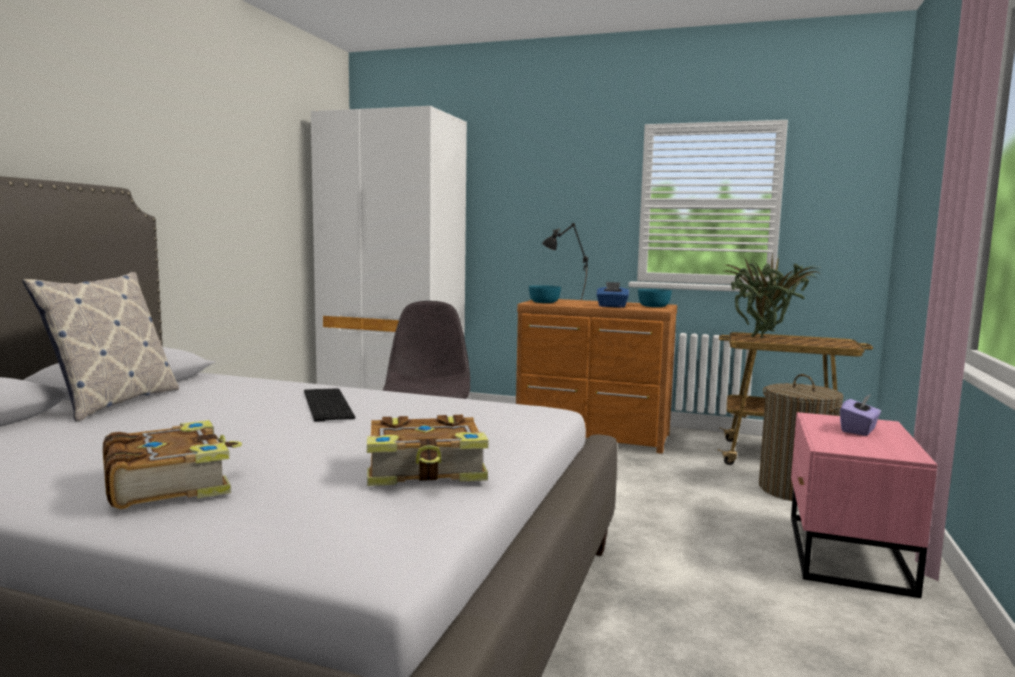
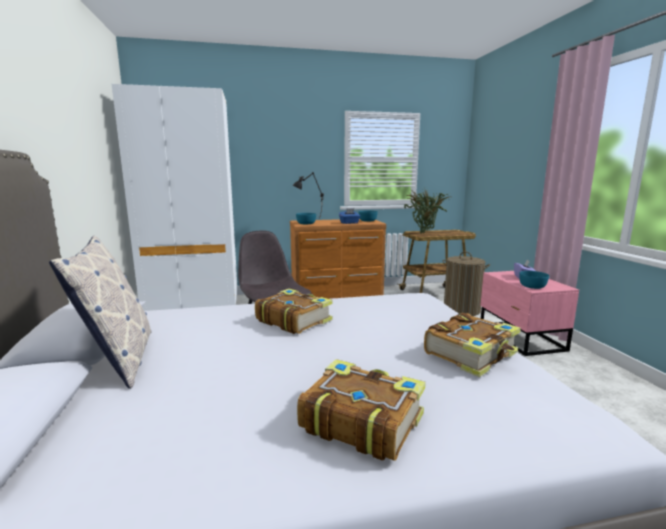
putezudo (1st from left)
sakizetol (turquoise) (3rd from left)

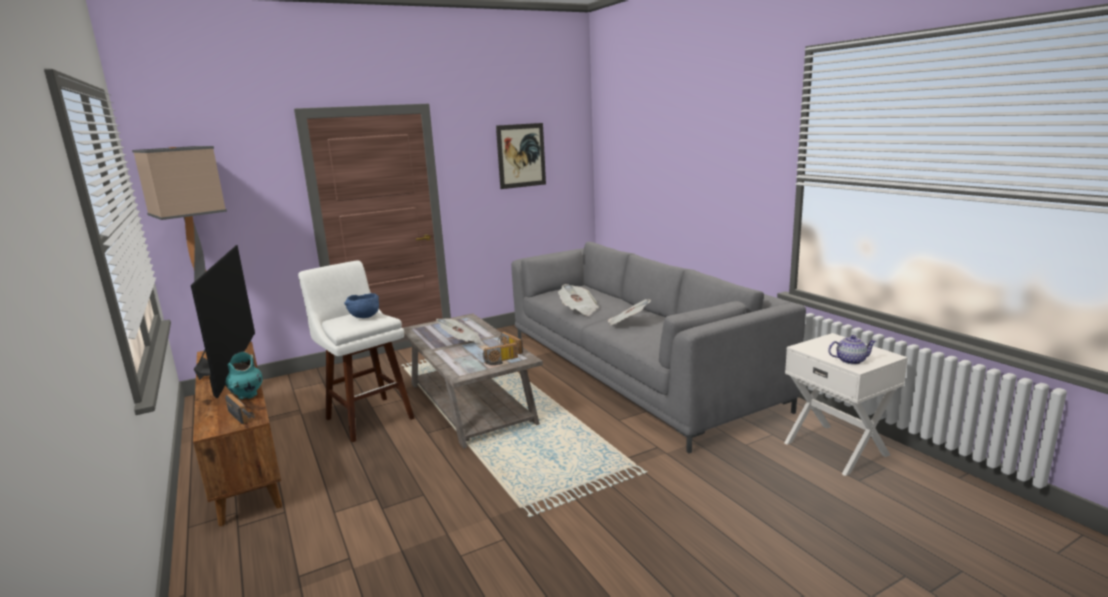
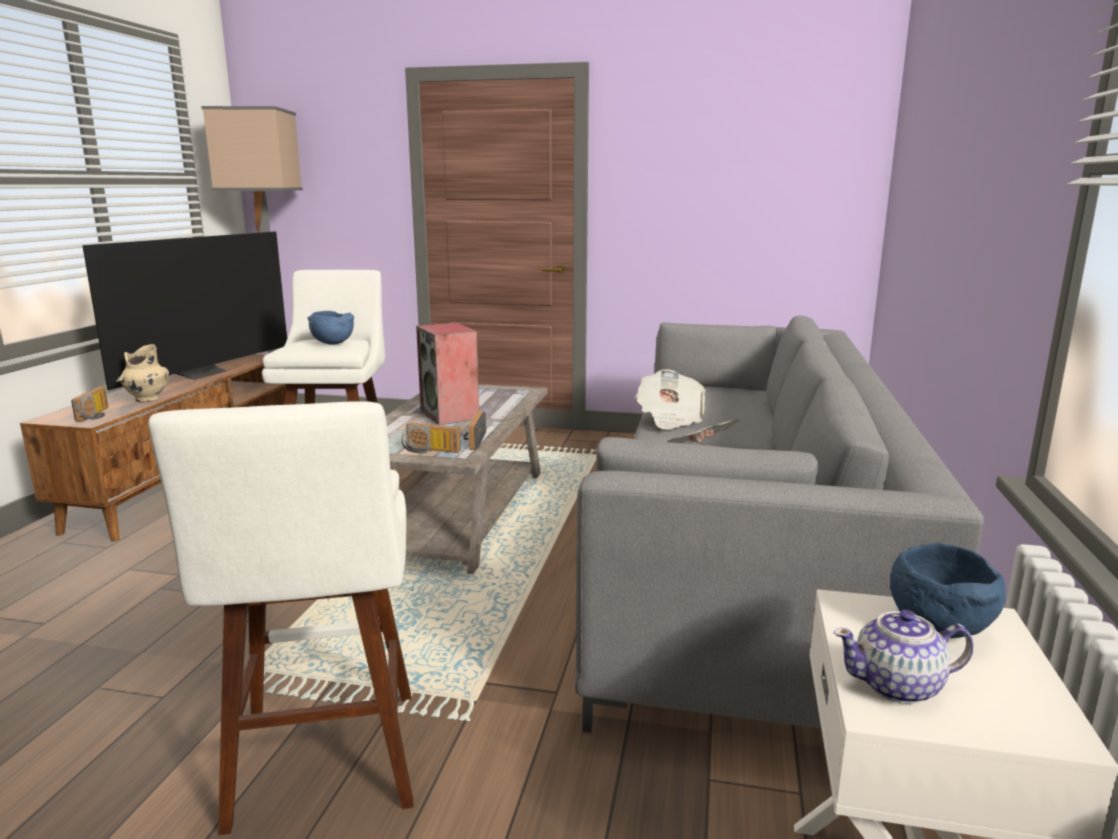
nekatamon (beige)
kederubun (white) (1st from left)
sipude
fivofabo
sakizetol (blue) (2nd from left)
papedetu

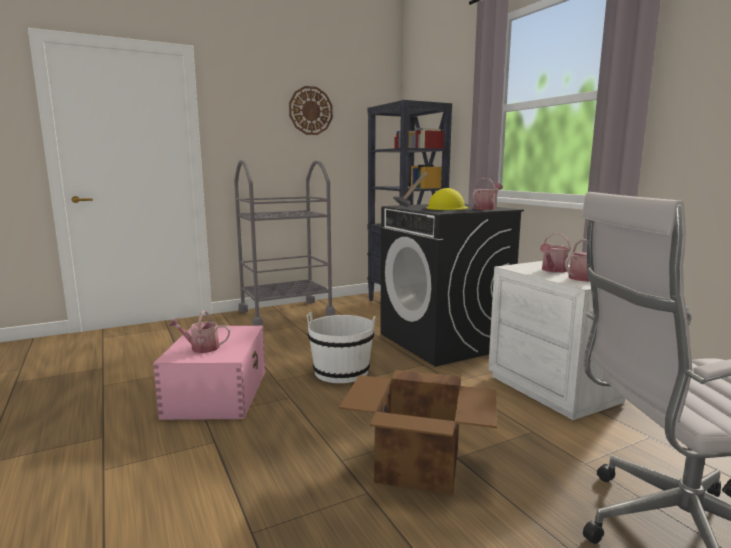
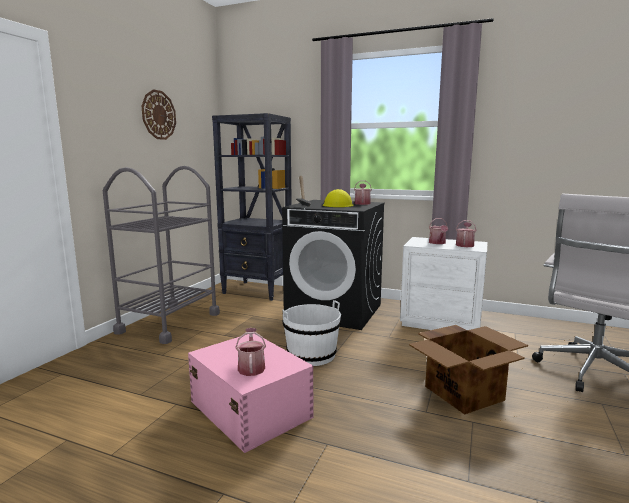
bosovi (1st from left)

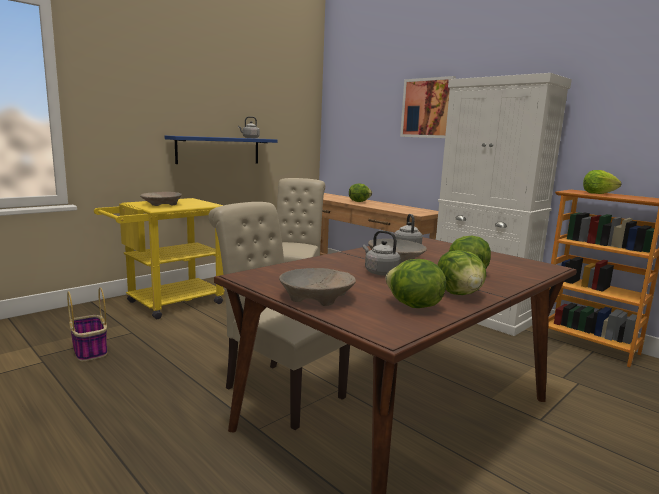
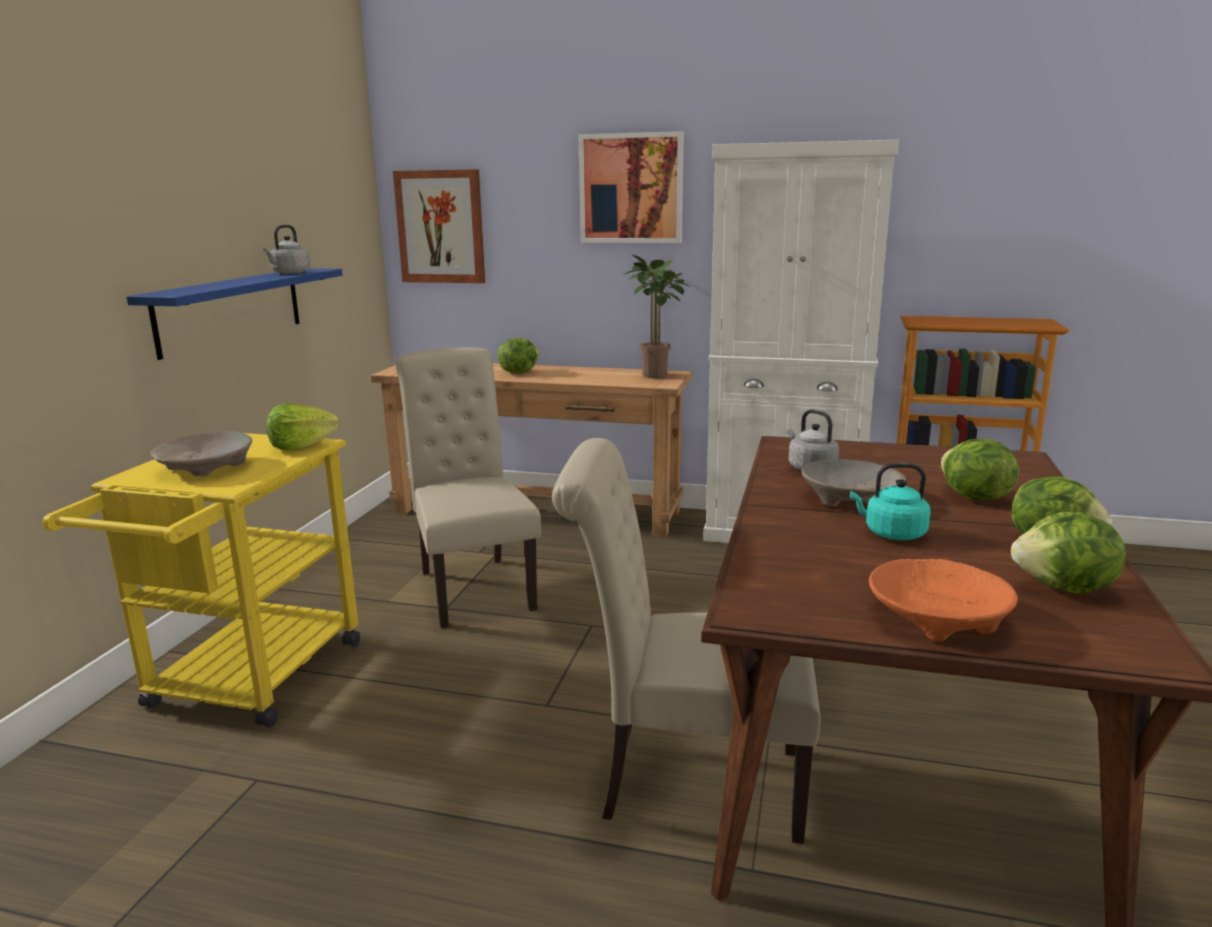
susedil (1st from left)
papedetu (1st from left)
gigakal
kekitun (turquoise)
sakizetol (orange)
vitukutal

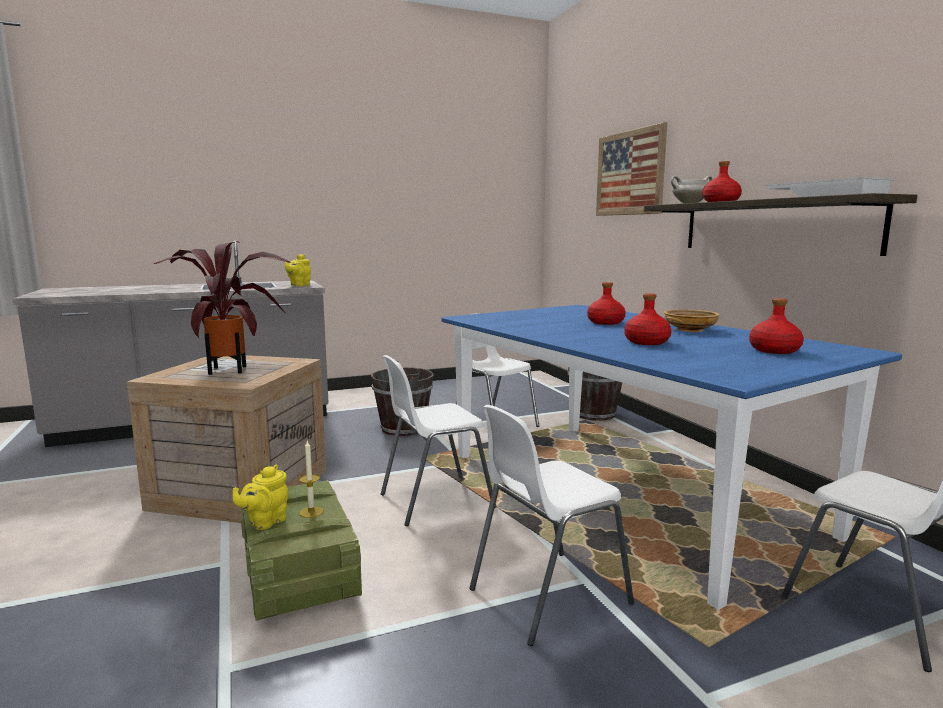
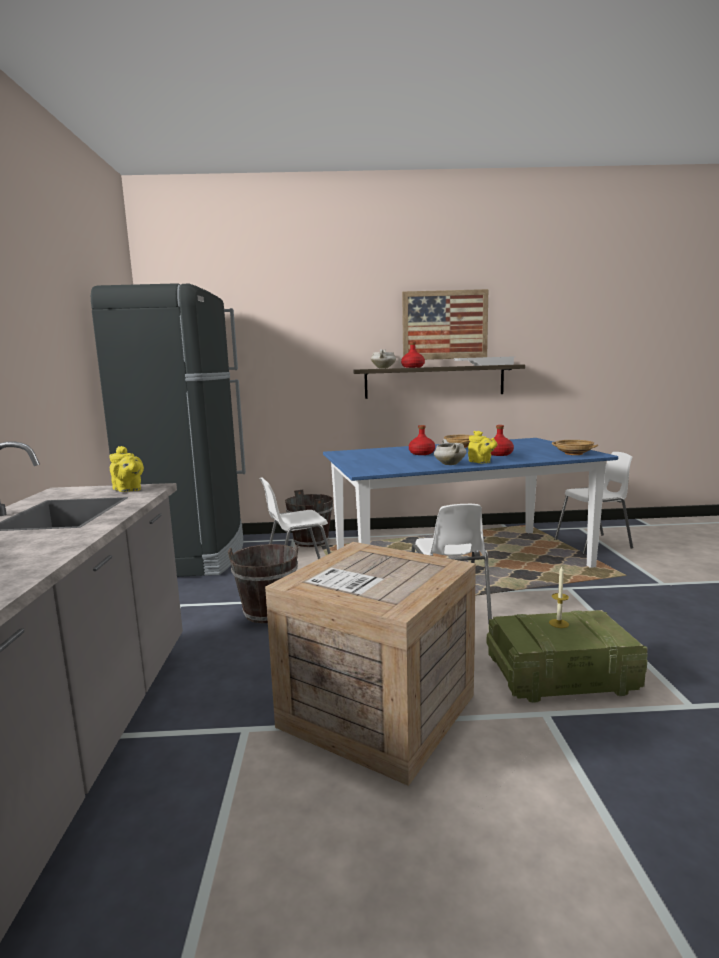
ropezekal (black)
papedetu
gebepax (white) (2nd from left)
fivofabo (yellow) (2nd from left)
sakizetol (beige) (2nd from left)
gigakal
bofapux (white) (3rd from left in the first image)
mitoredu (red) (4th from left in the first image)

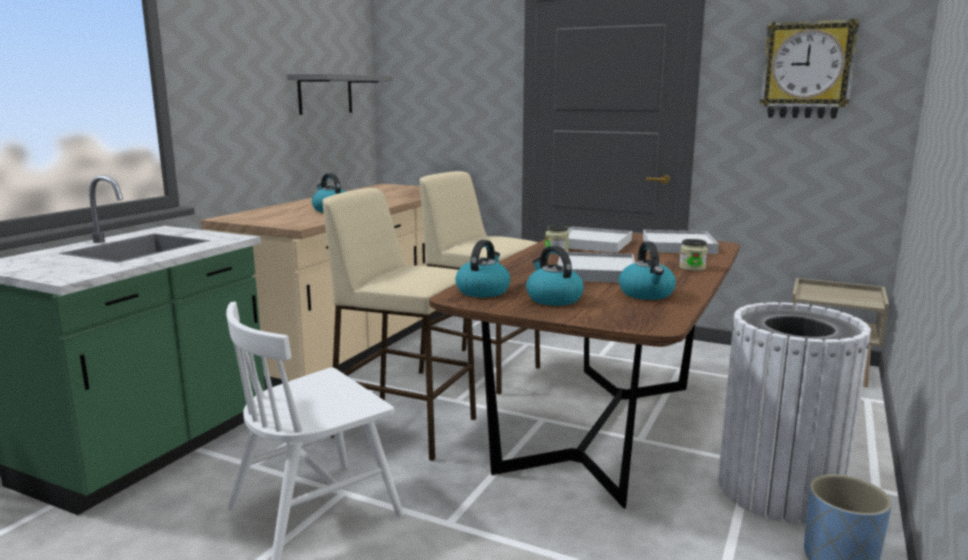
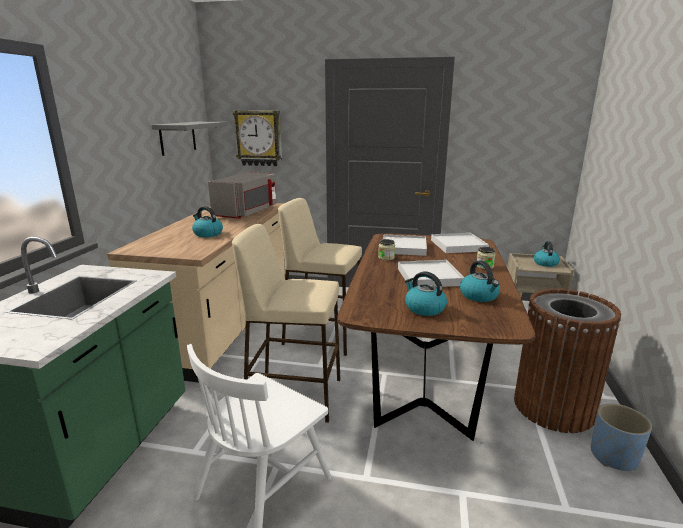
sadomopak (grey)
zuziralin
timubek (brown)
kekitun (4th from left)

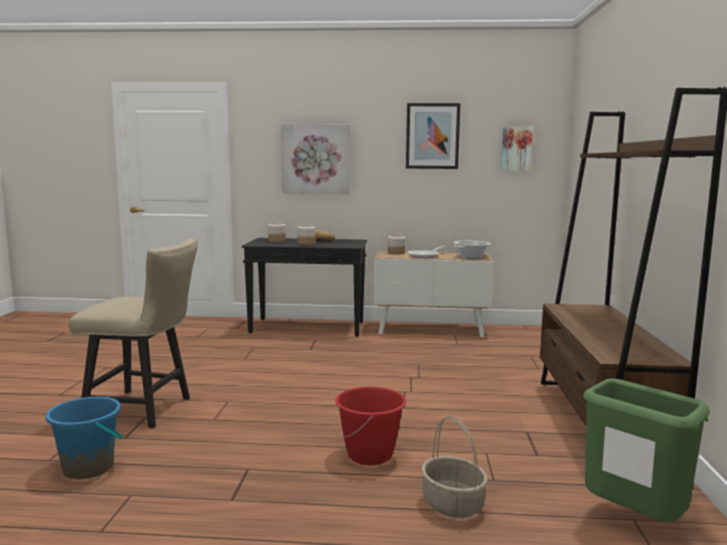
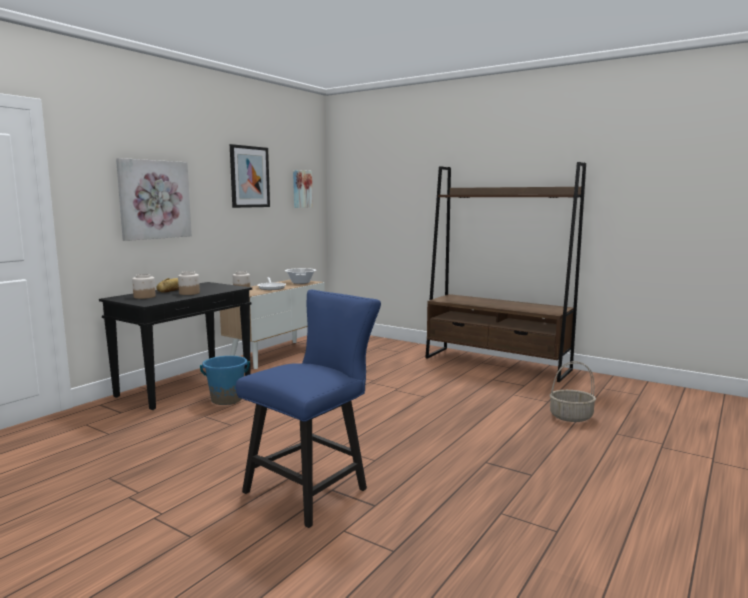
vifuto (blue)
bofapux (blue)
vifuto (red)
timubek (green)

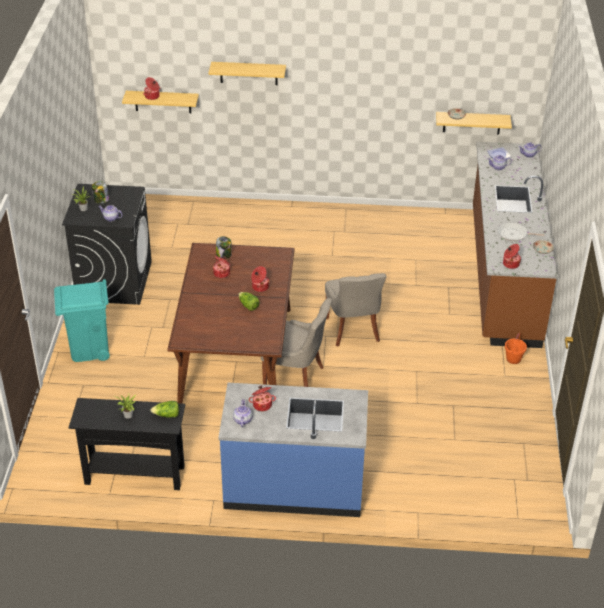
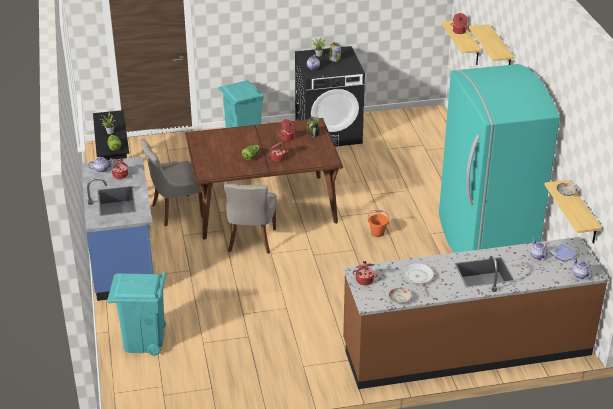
timubek (turquoise) (1st from left)
bofapux (grey) (1st from left)
vifuto (orange)
ropezekal (turquoise)

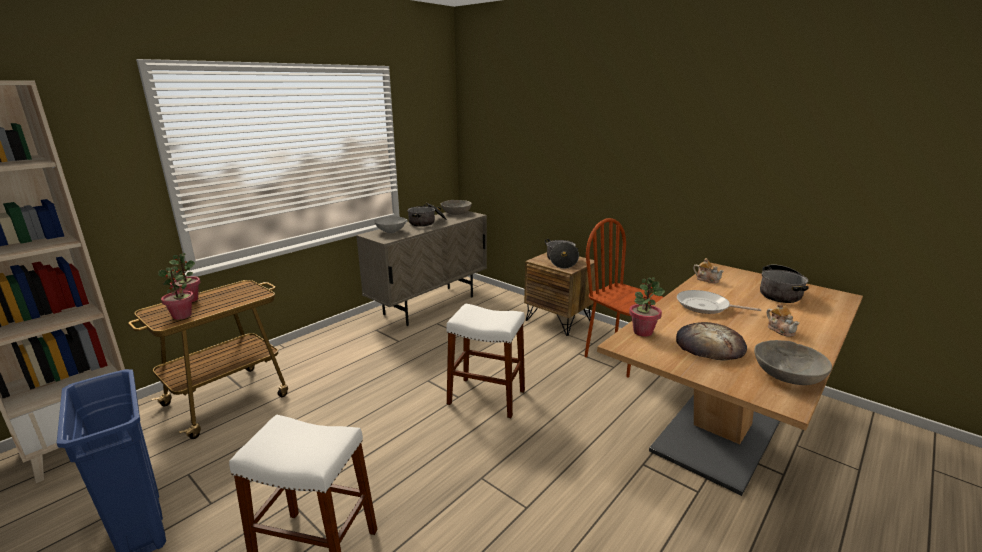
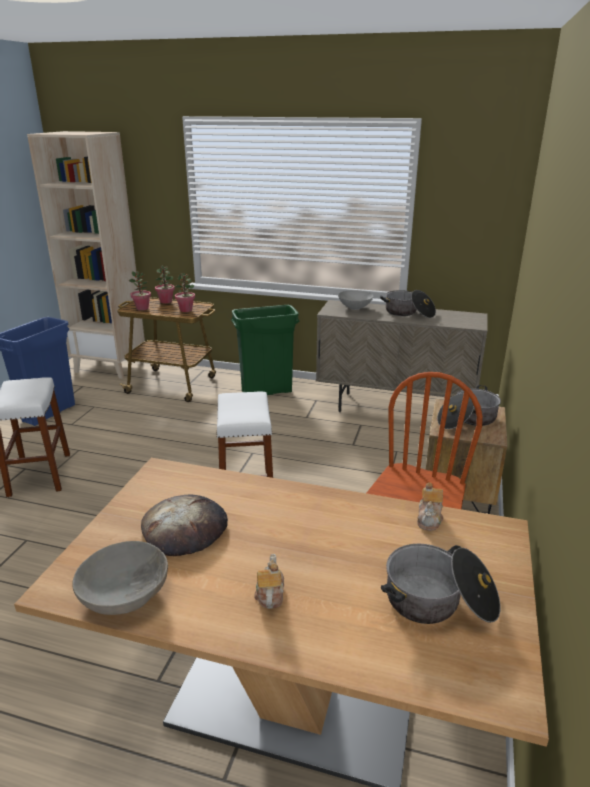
gigakal (3rd from left)
timubek (green)
fivofabo (1st from left)
sakizetol (grey) (2nd from left in the first image)
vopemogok

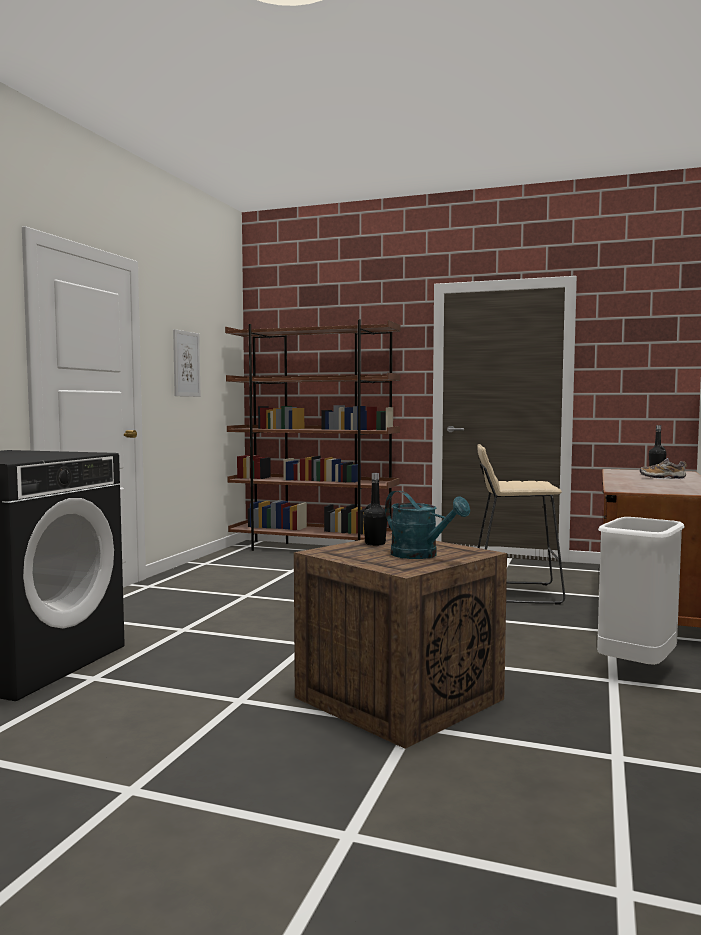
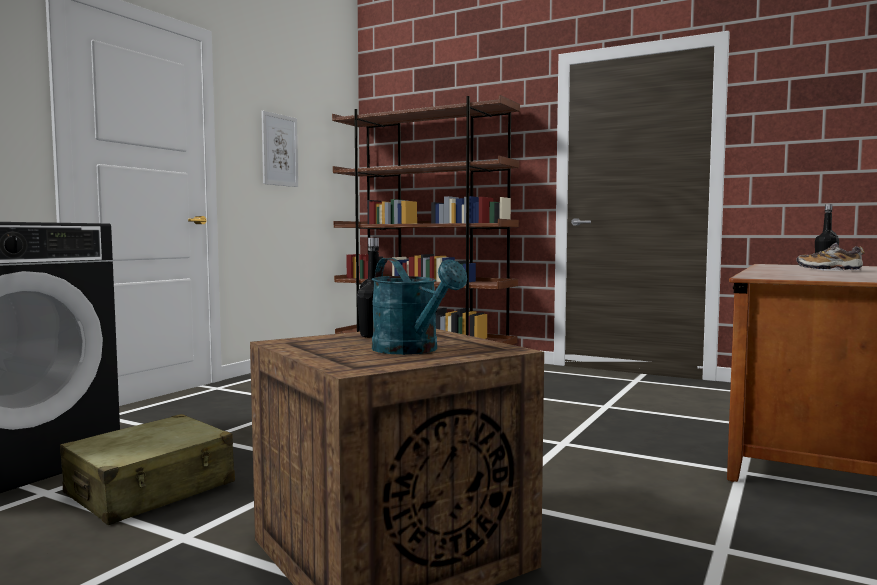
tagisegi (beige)
kederubun (beige)
timubek (white)

